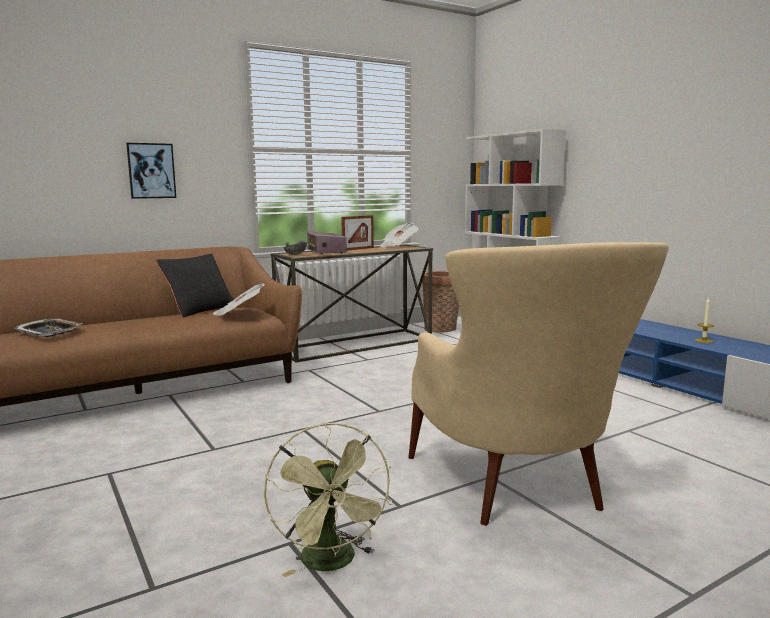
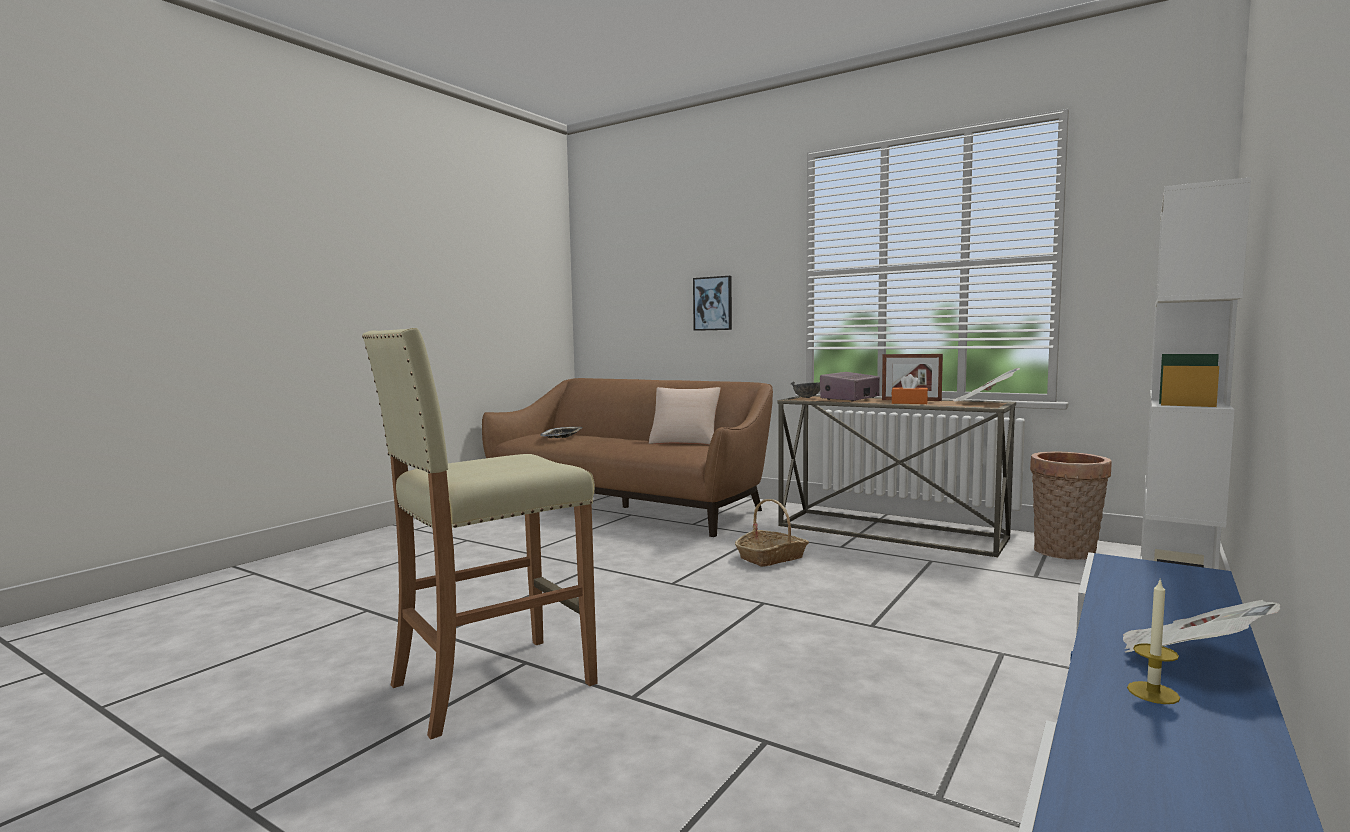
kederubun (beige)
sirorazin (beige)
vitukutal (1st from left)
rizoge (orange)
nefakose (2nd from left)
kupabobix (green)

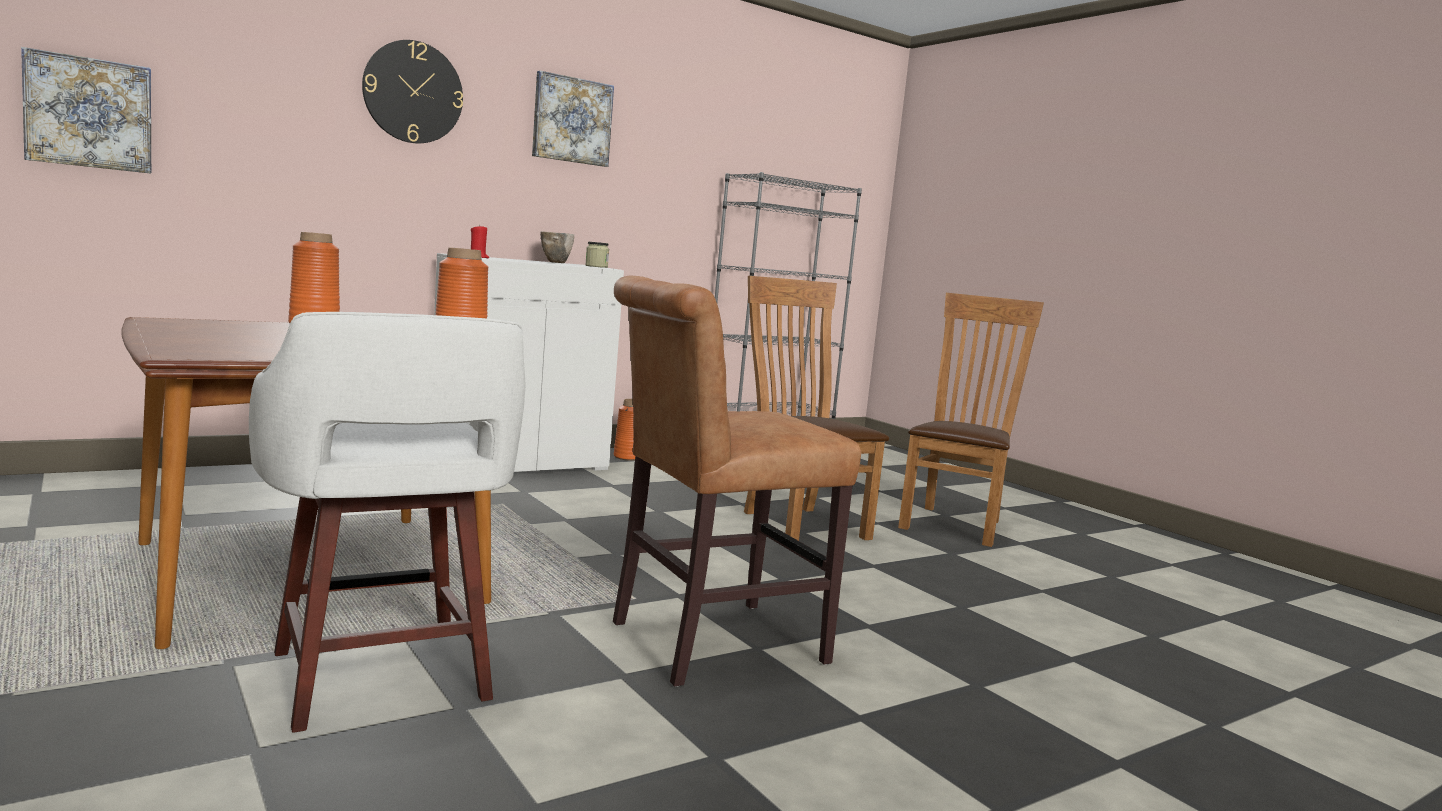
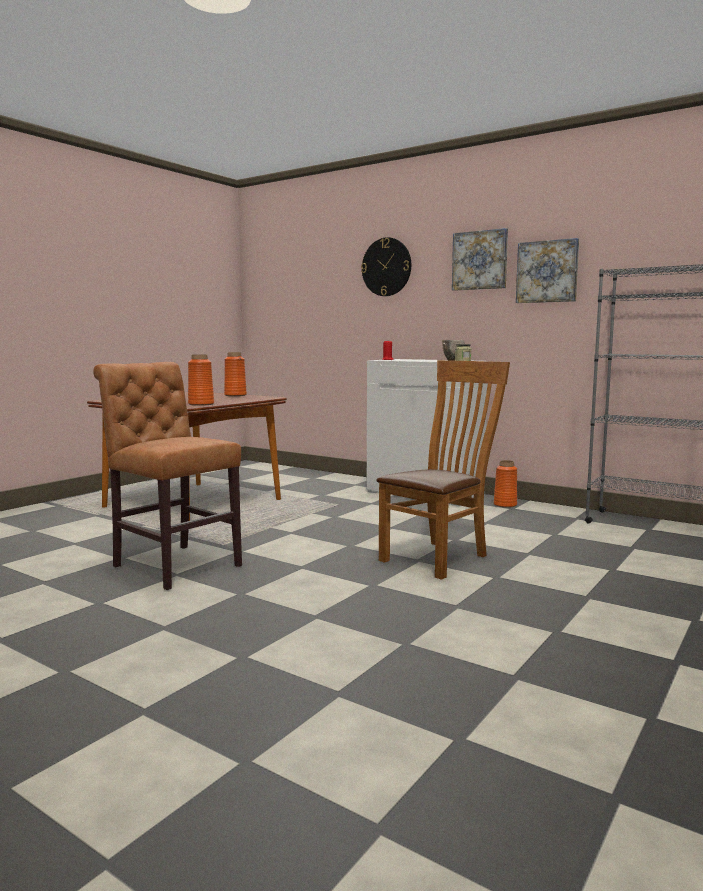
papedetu (2nd from left)
kederubun (white)
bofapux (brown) (3rd from left in the first image)

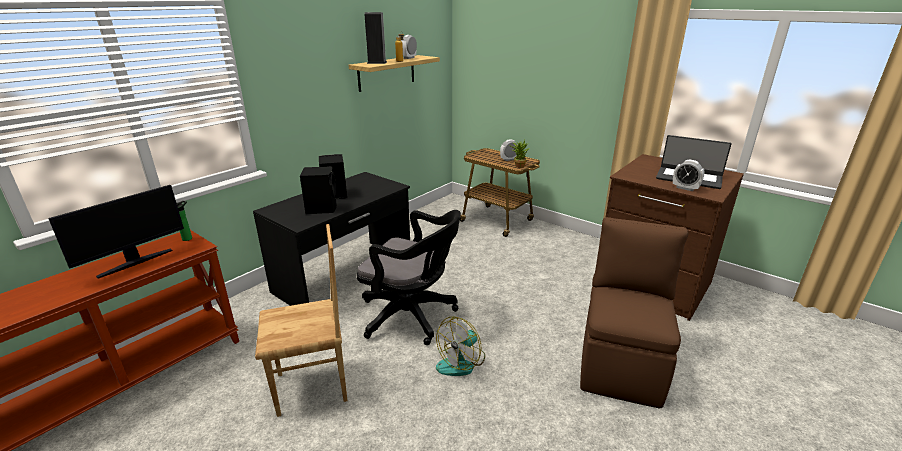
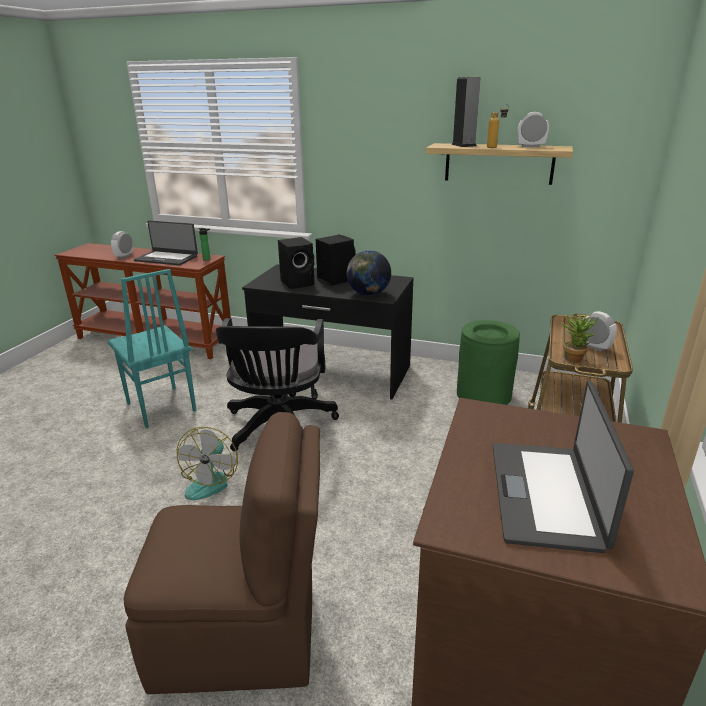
bofapux (turquoise)
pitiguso (1st from left)
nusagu (1st from left)
kupabobix
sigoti
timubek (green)

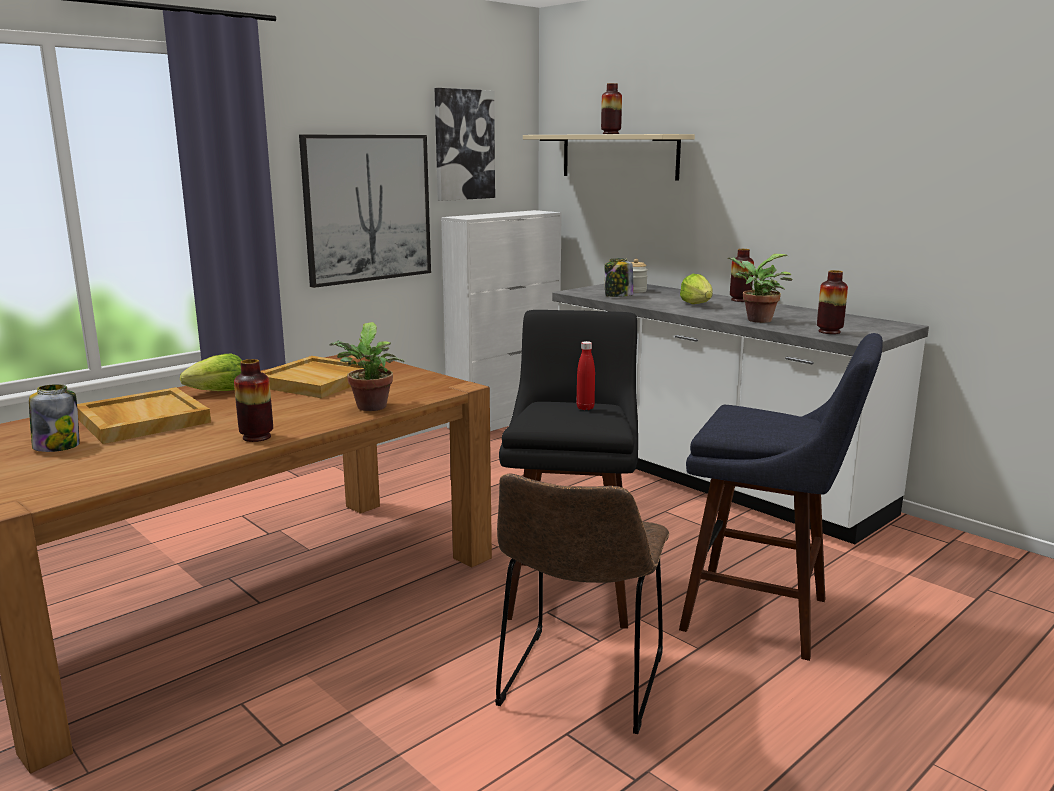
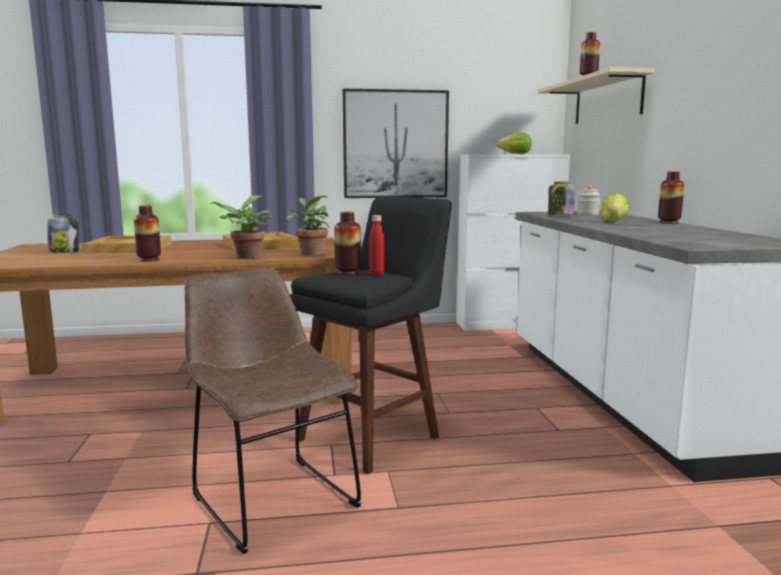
bofapux (brown)
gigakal (2nd from left)
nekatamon (2nd from left)
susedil (1st from left)
papedetu (2nd from left in the first image)
kederubun (blue)

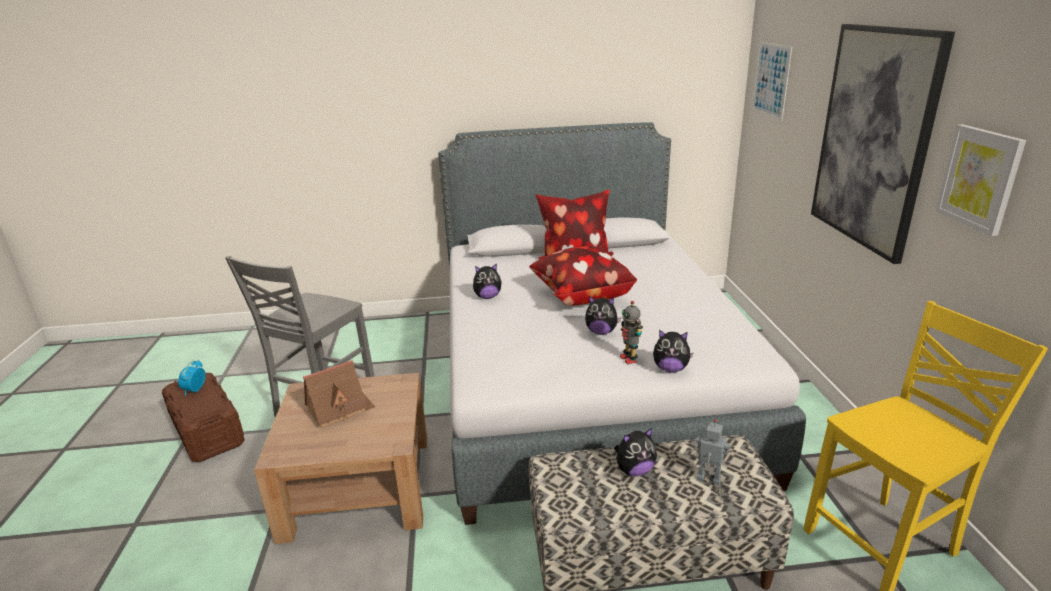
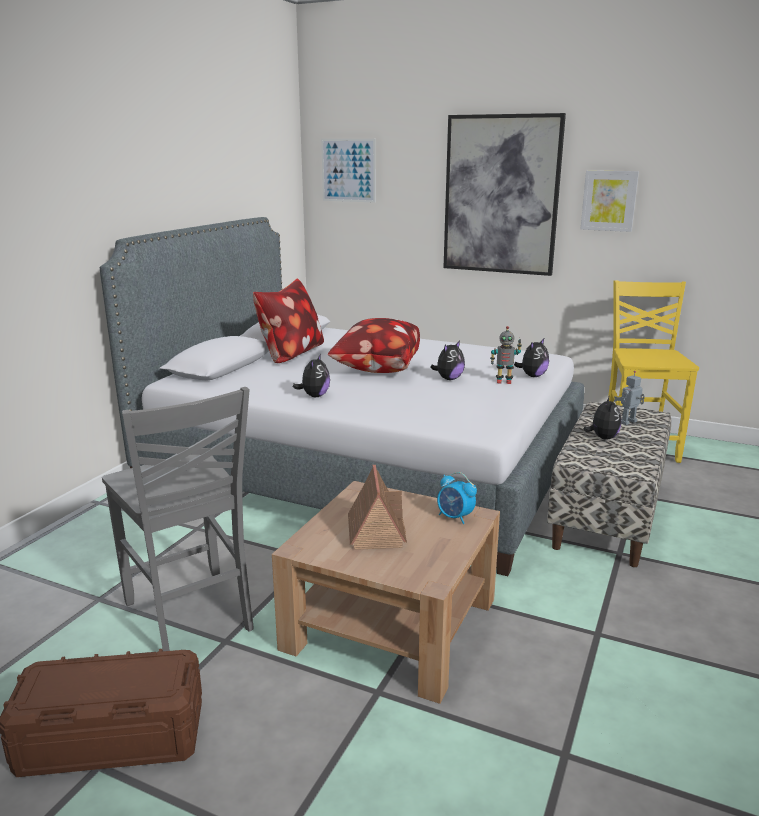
pitiguso

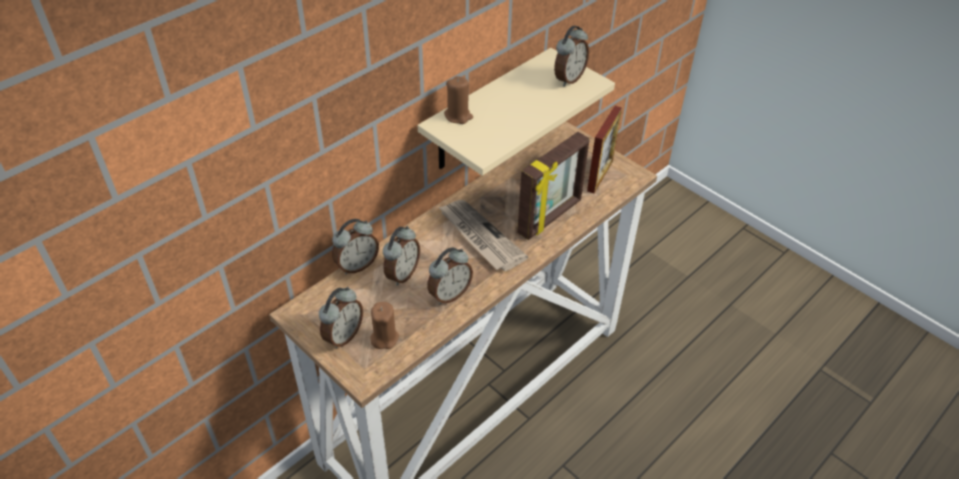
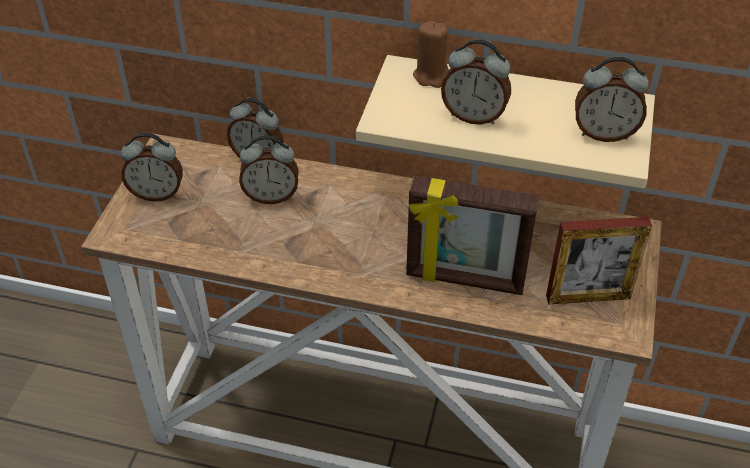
pitiguso (4th from left)
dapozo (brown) (1st from left in the first image)
nefakose

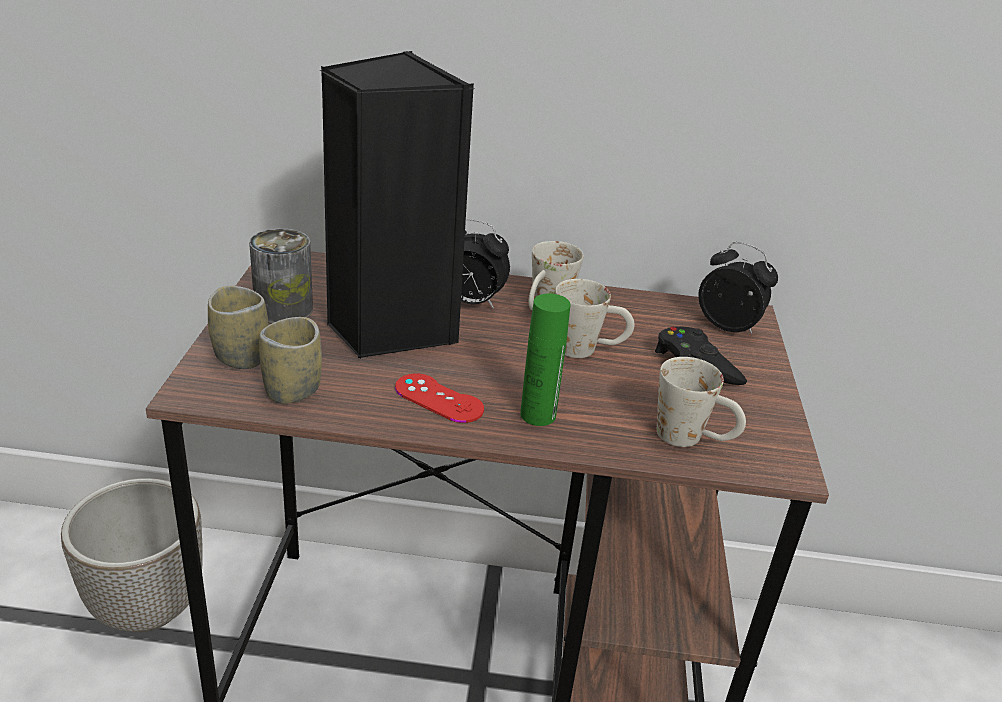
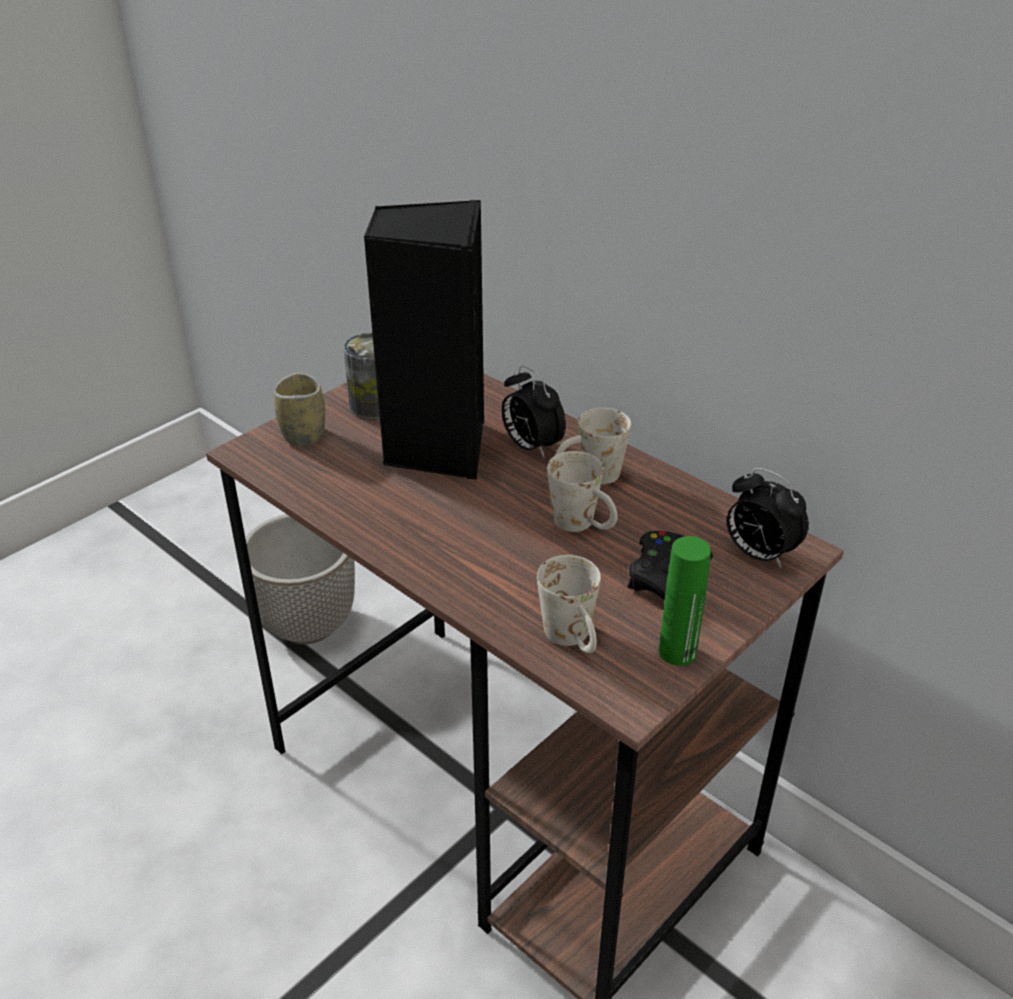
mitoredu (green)
pitiguso (2nd from left)
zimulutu (2nd from left in the first image)
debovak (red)

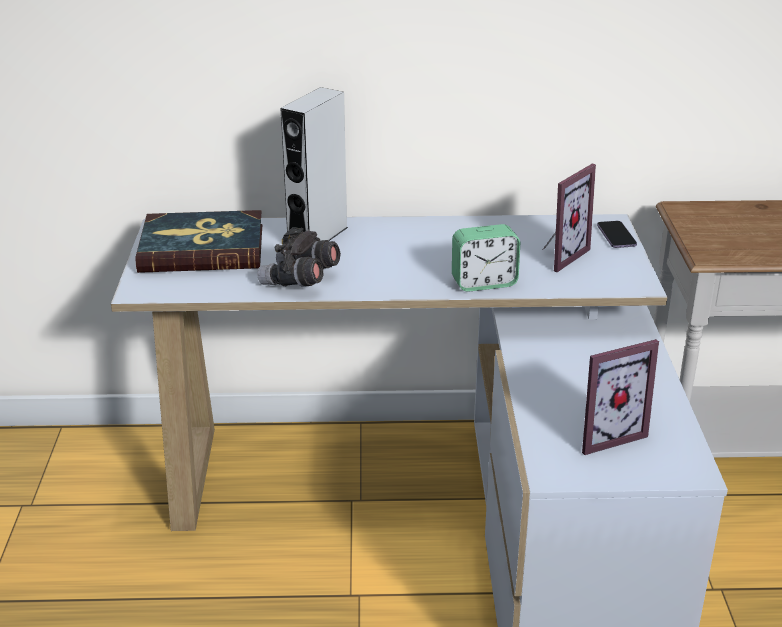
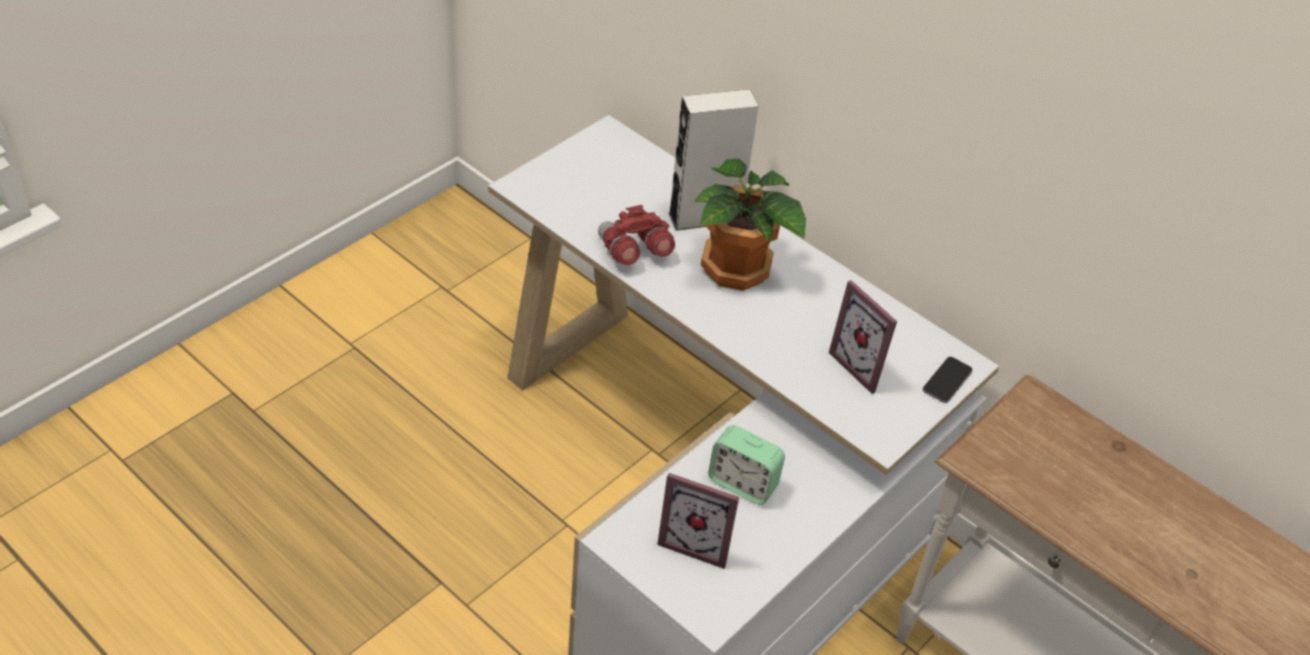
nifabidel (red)
gigakal
pitiguso
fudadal (2nd from left)
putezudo

